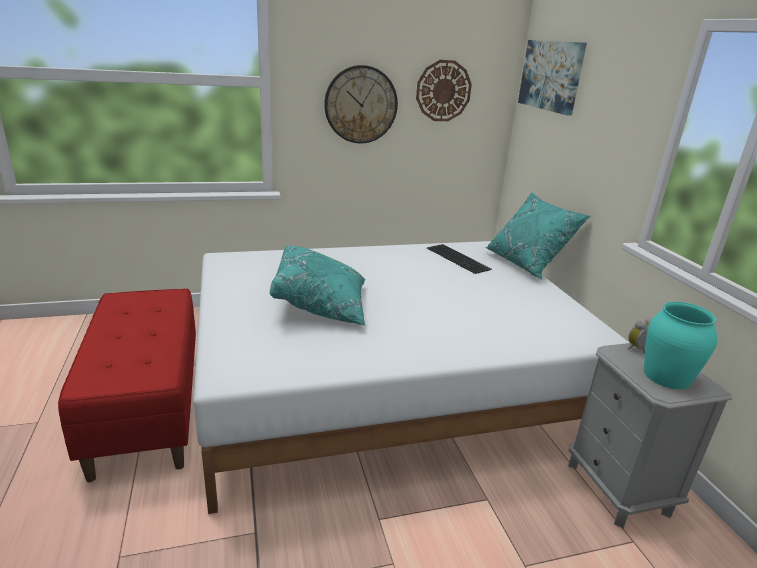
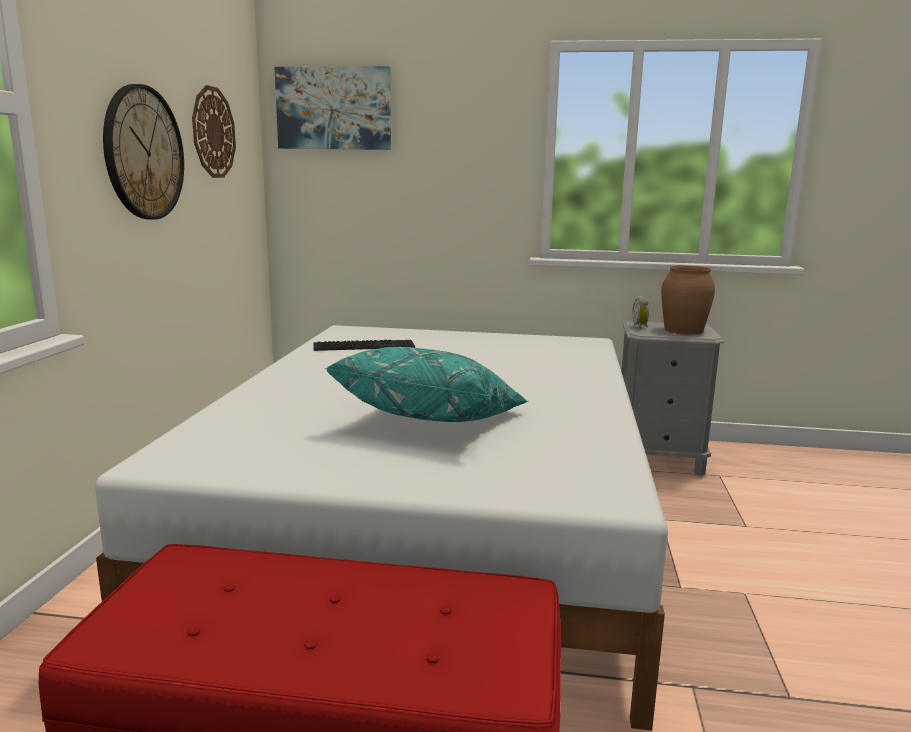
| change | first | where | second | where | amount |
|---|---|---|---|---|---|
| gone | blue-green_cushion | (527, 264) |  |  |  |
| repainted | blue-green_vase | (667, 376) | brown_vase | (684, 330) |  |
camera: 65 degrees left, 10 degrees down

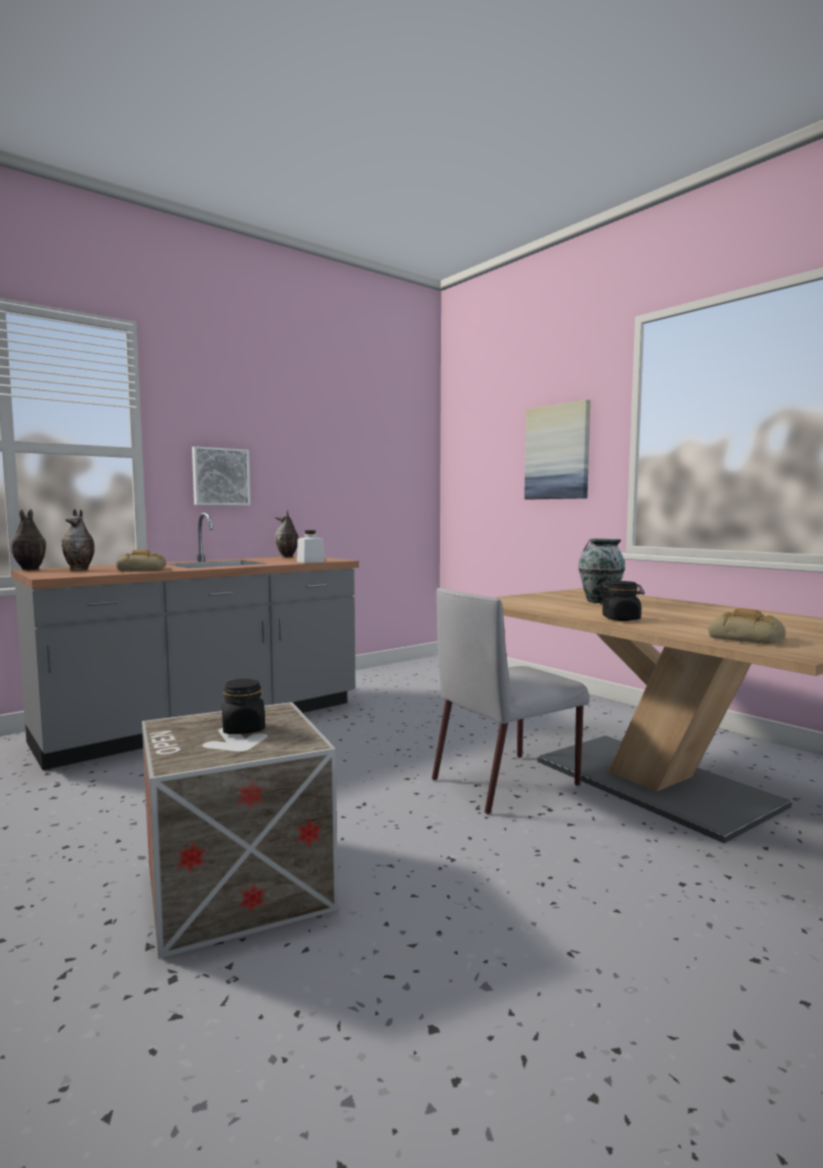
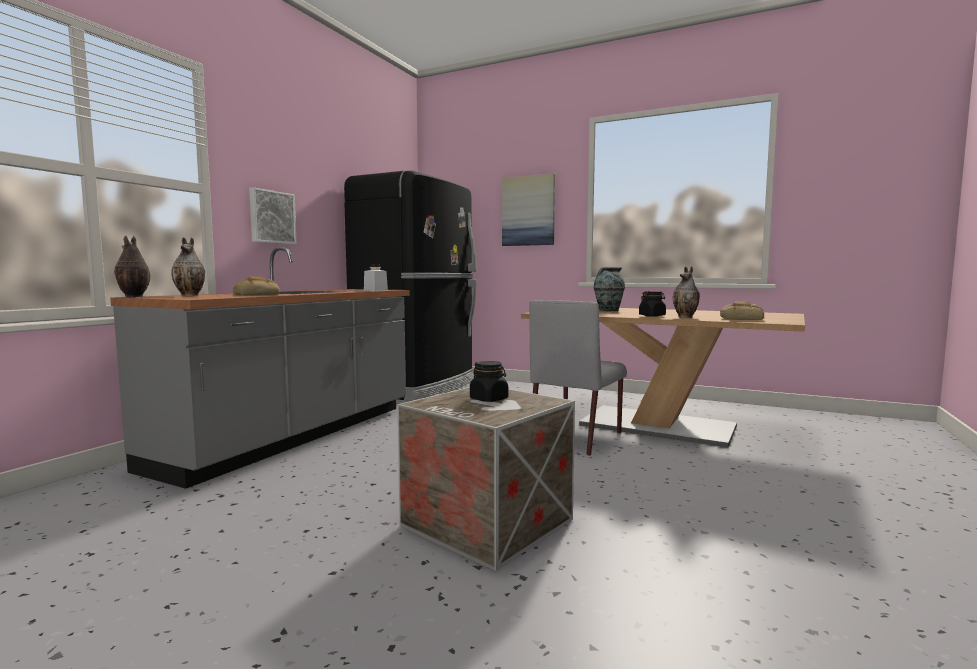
| change | first | where | second | where | amount |
|---|---|---|---|---|---|
| shifted | vase | (287, 557) |  | (686, 317) |  |
| new |  |  | blackish_refrigerator | (418, 387) |  |
camera: 25 degrees left, 0 degrees up

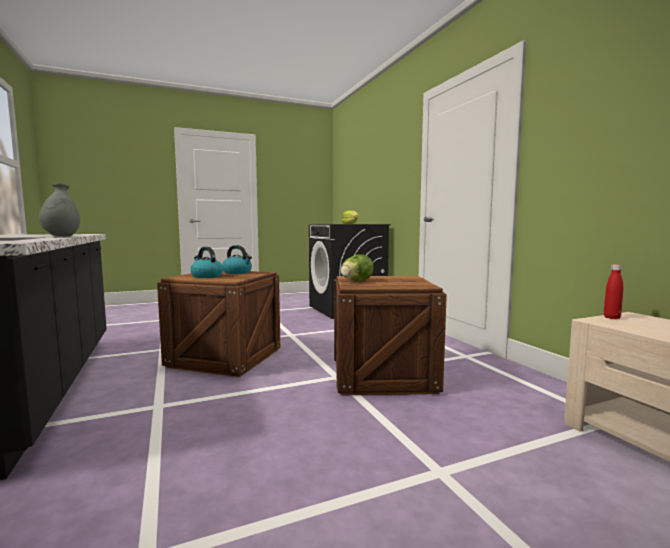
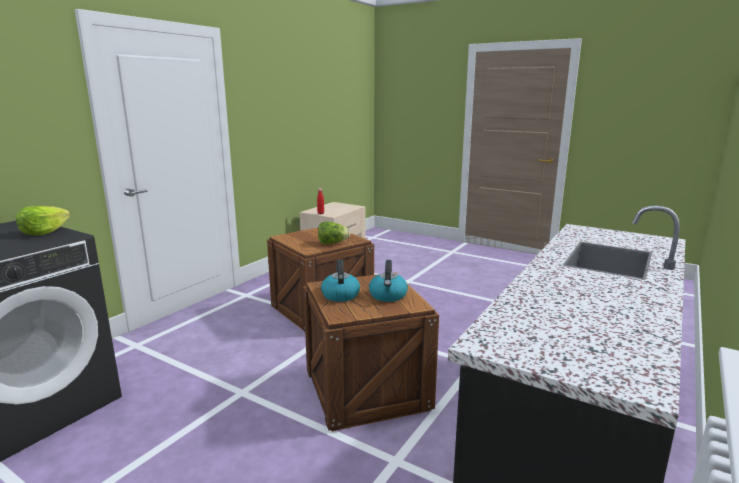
| change | first | where | second | where | amount |
|---|---|---|---|---|---|
| gone | greyish_vase | (61, 236) |  |  |  |
camera: 125 degrees left, 10 degrees up

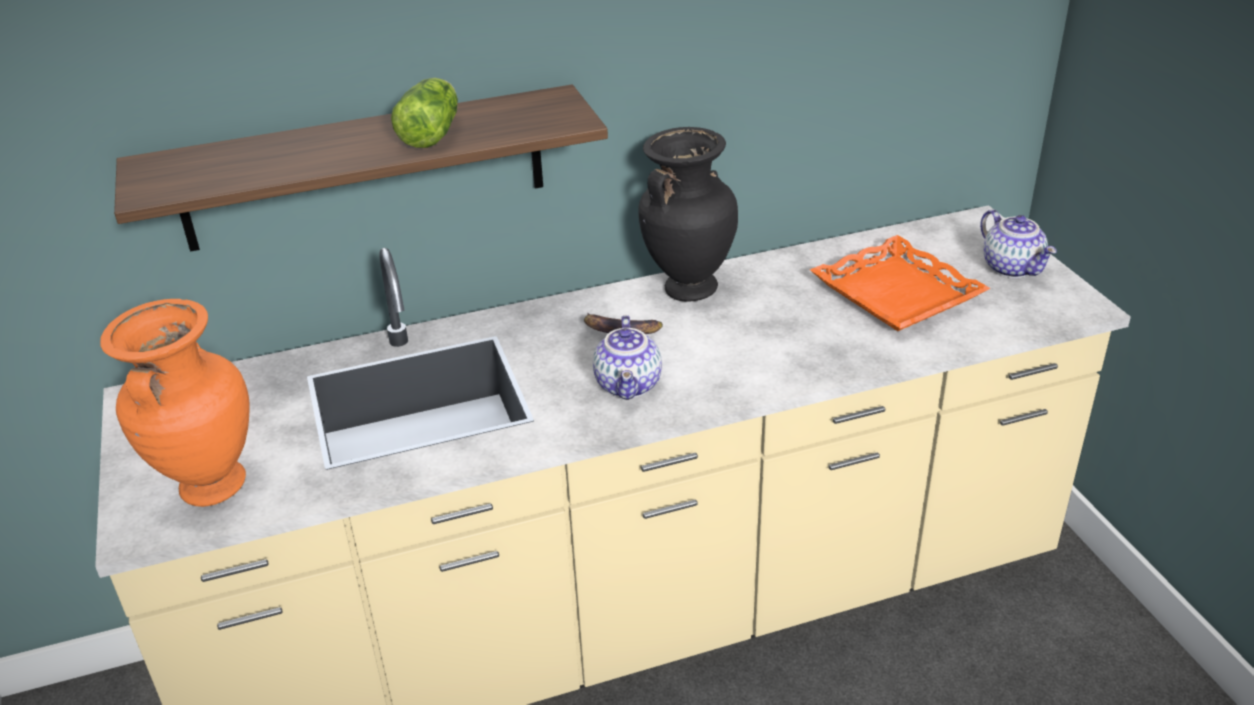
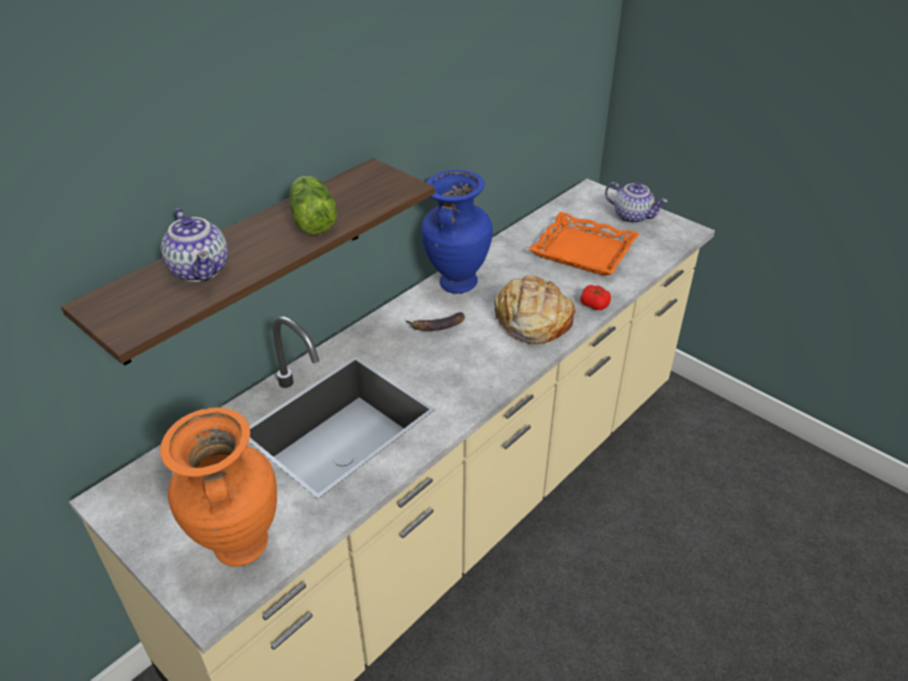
| change | first | where | second | where | amount |
|---|---|---|---|---|---|
| repainted | blackish_vase | (688, 289) | bluish_vase | (456, 283) |  |
| shifted | teapot | (630, 385) |  | (201, 270) |  |
| new |  |  | bread | (531, 320) |  |
| new |  |  | whole_tomato | (594, 304) |  |
camera: 30 degrees left, 5 degrees up

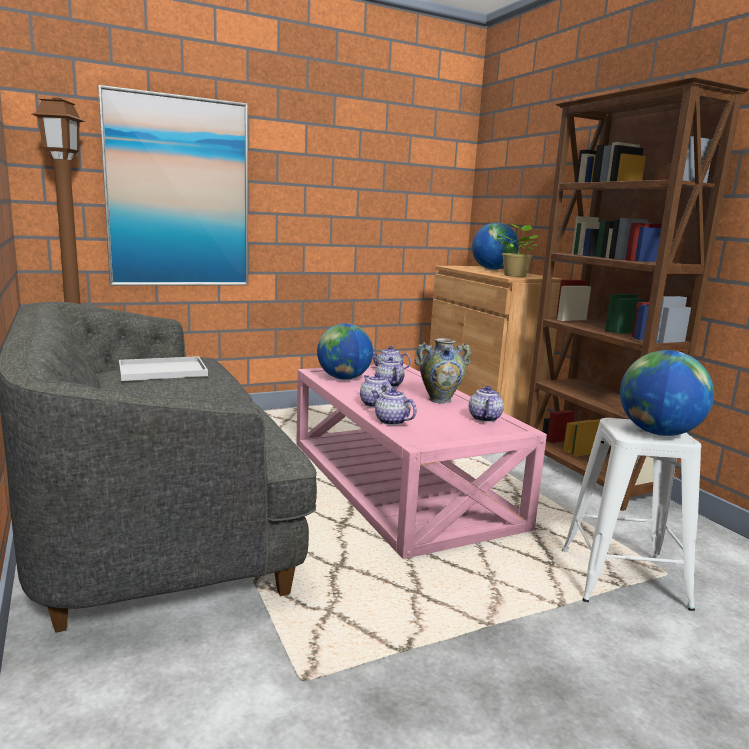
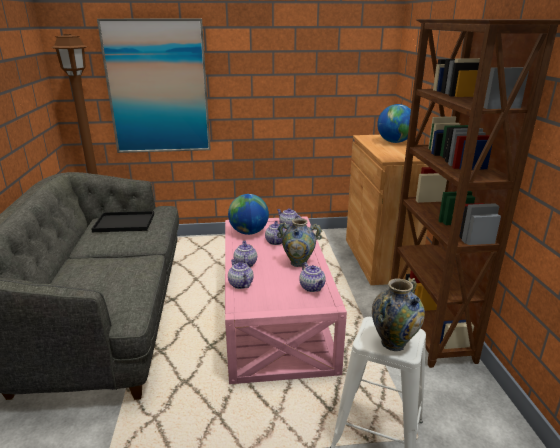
| change | first | where | second | where | amount |
|---|---|---|---|---|---|
| gone | potted_plant | (515, 275) |  |  |  |
| swapped | globe | (658, 433) | vase | (393, 343) |  |
| repainted | white_serving_tray | (161, 371) | blackish_serving_tray | (123, 223) |  |
| rotated | teapot | (484, 418) |  | (312, 287) | 135 degrees clockwise |
camera: 20 degrees right, 10 degrees up

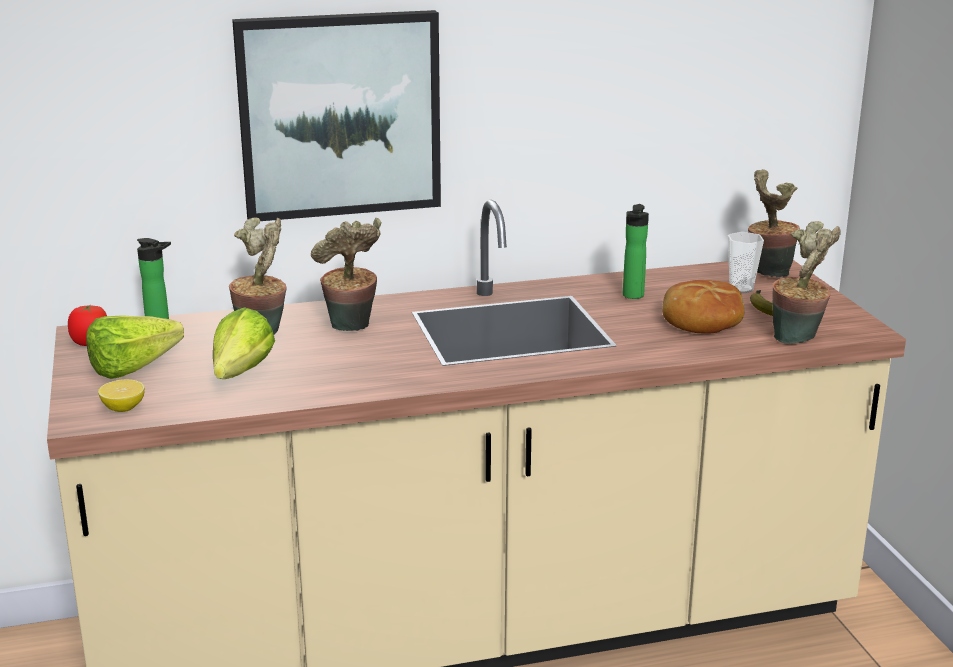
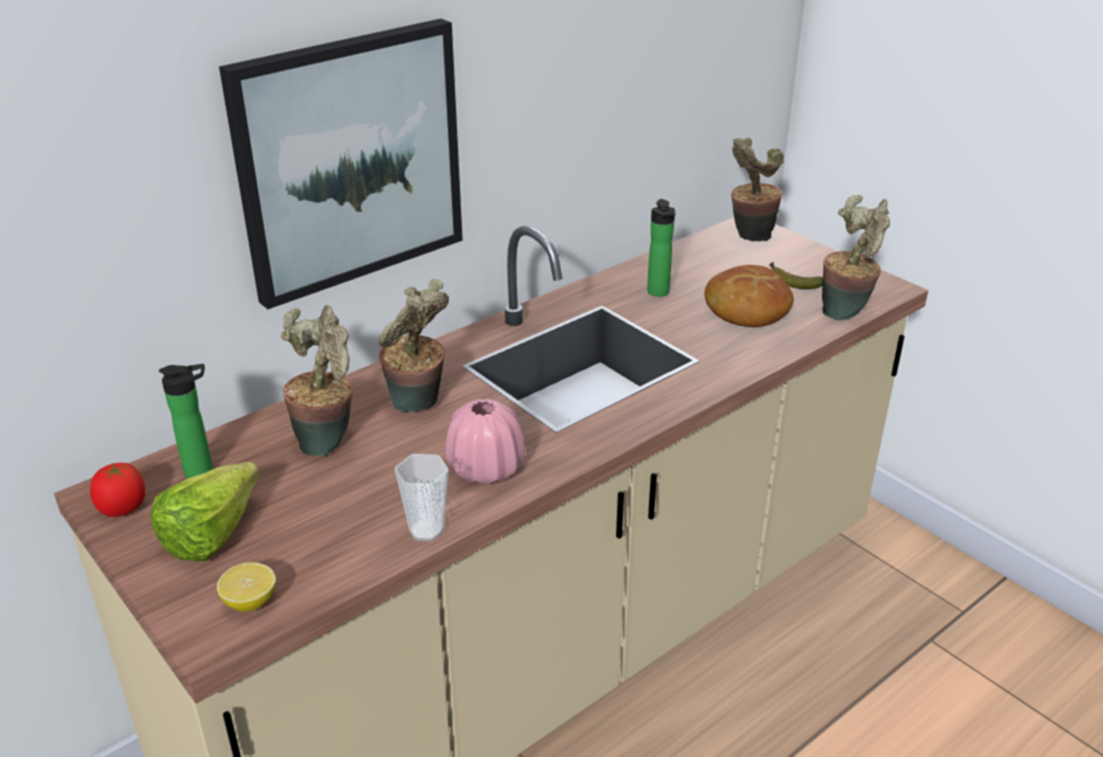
| change | first | where | second | where | amount |
|---|---|---|---|---|---|
| shifted | cup | (741, 289) |  | (426, 530) |  |
| gone | head_of_lettuce | (236, 378) |  |  |  |
| new |  |  | pink-coloured_vase | (485, 469) |  |
camera: 25 degrees left, 10 degrees up

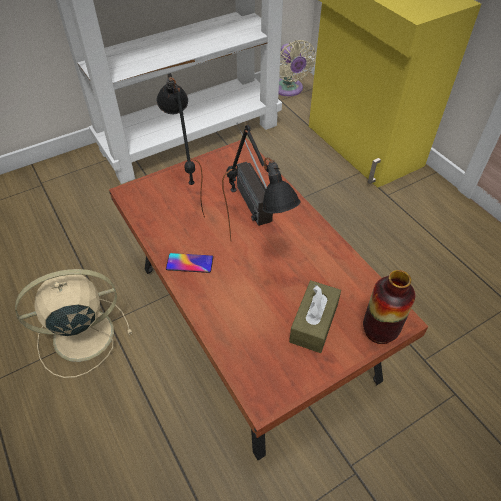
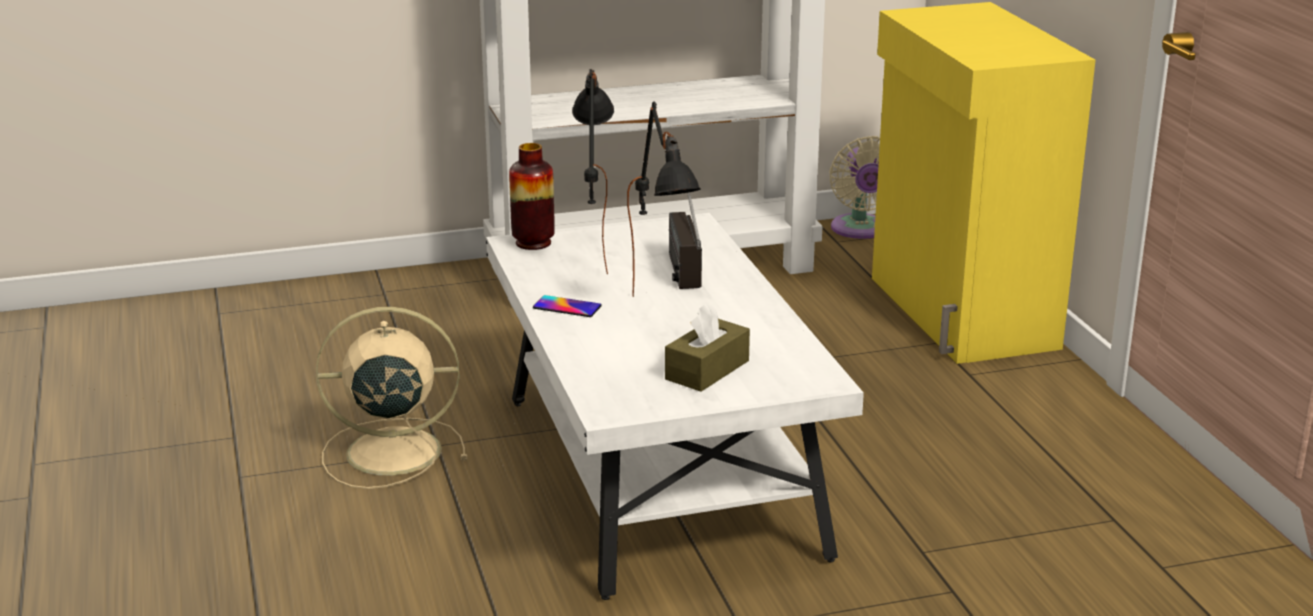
| change | first | where | second | where | amount |
|---|---|---|---|---|---|
| repainted | brown_lounge_table | (252, 322) | white_lounge_table | (659, 476) |  |
| shifted | vase | (379, 330) |  | (533, 243) |  |
camera: 15 degrees right, 25 degrees down

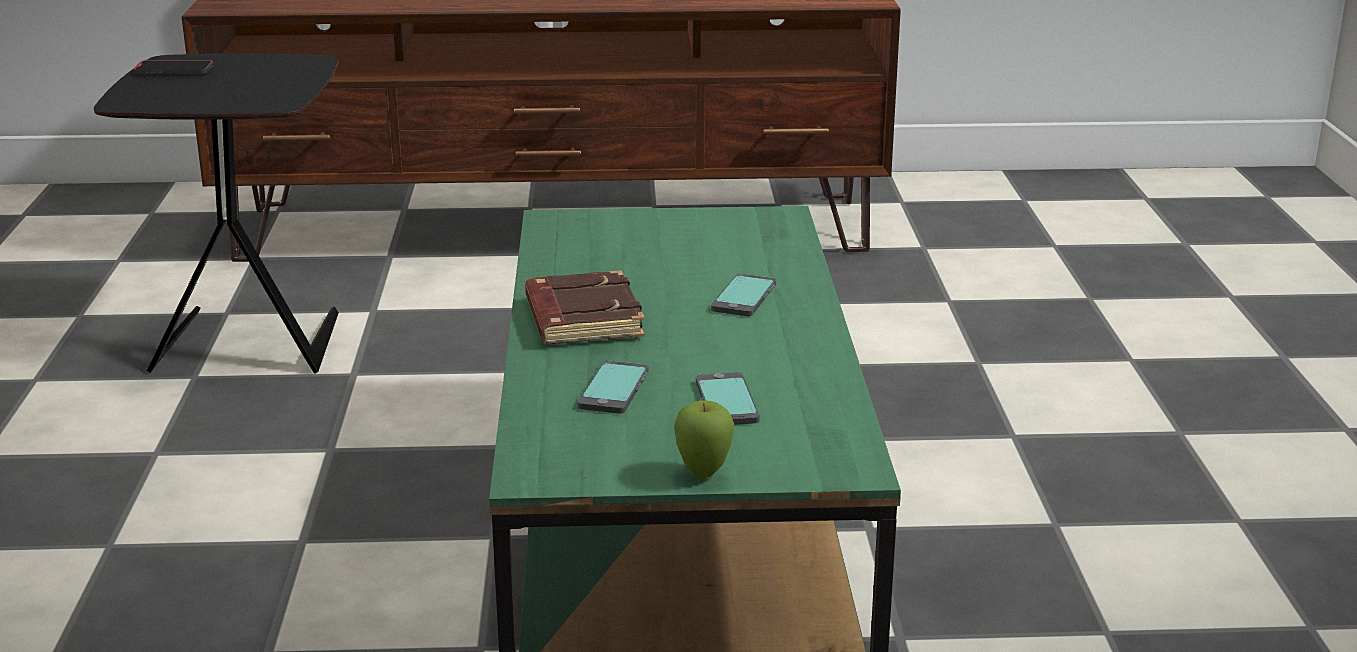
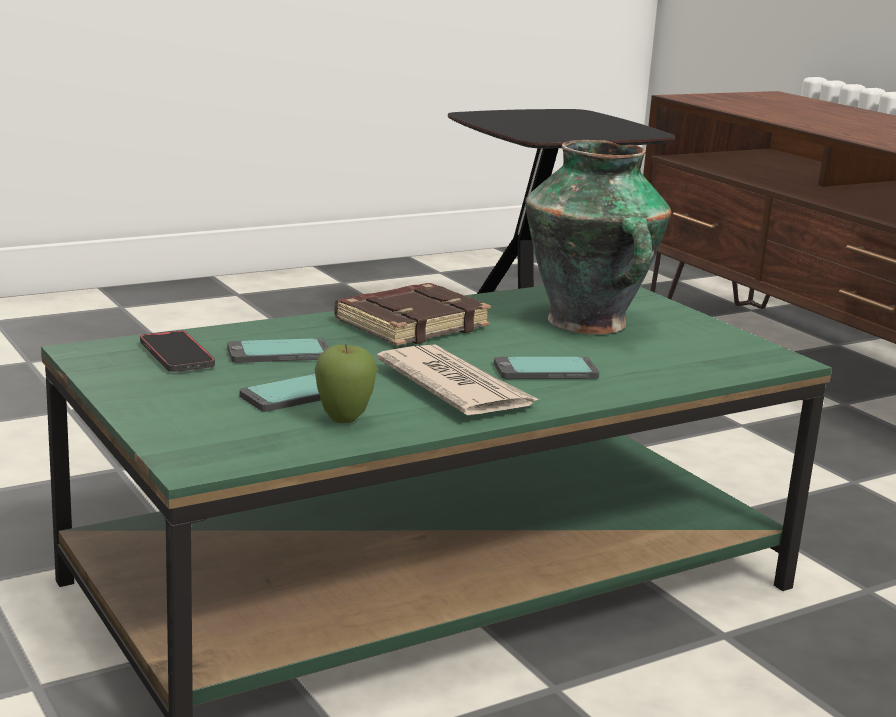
| change | first | where | second | where | amount |
|---|---|---|---|---|---|
| shifted | handset | (174, 71) |  | (176, 356) |  |
| shifted | apple_fruit | (703, 474) |  | (344, 421) |  |
| new |  |  | vase | (588, 324) |  |
| new |  |  | daily_paper | (455, 387) |  |
camera: 60 degrees right, 5 degrees down

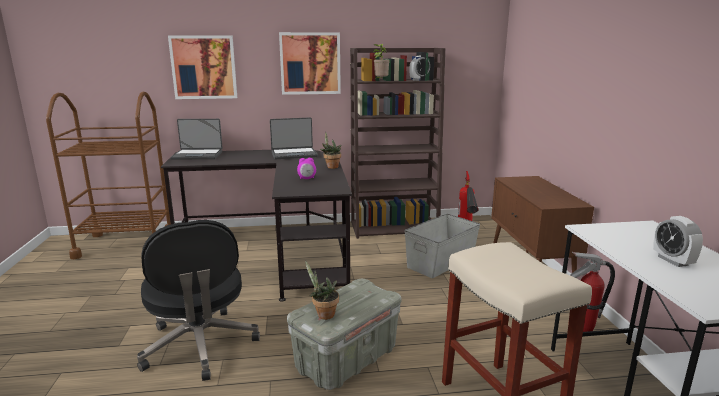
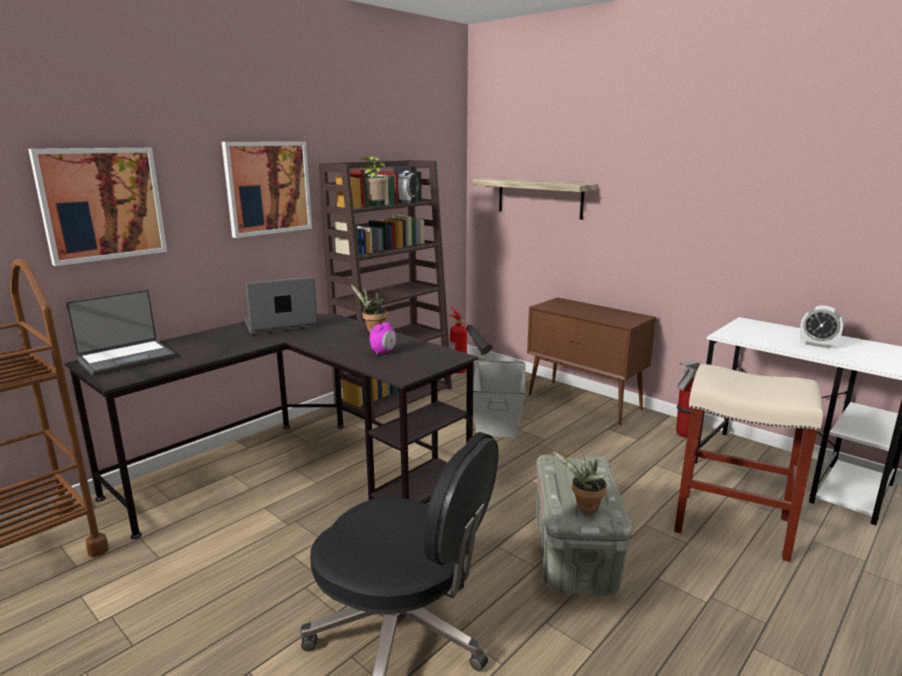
| change | first | where | second | where | amount |
|---|---|---|---|---|---|
| rotated | portable_computer | (294, 154) |  | (281, 325) | 150 degrees counterclockwise |
| new |  |  | shelf | (539, 198) |  |
camera: 40 degrees left, 0 degrees up

